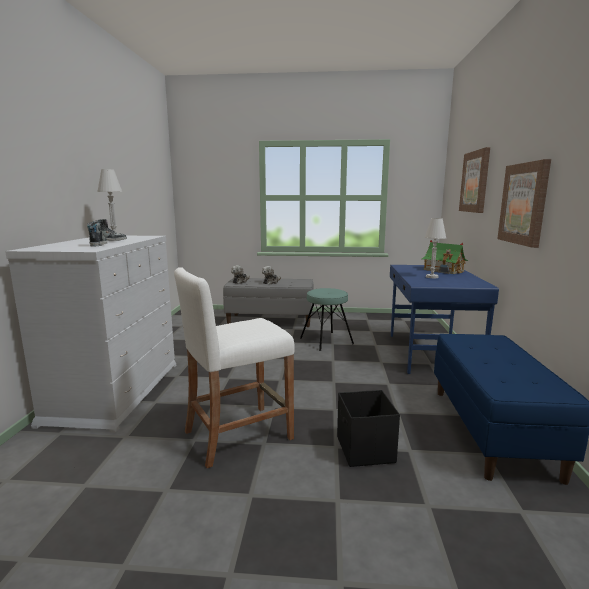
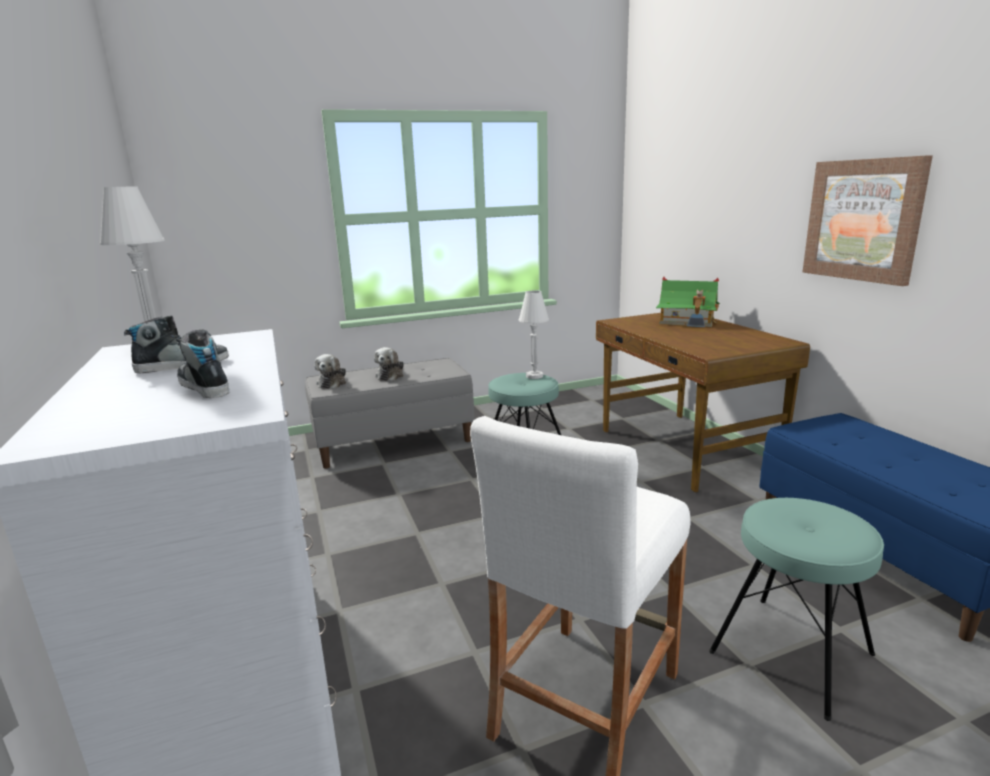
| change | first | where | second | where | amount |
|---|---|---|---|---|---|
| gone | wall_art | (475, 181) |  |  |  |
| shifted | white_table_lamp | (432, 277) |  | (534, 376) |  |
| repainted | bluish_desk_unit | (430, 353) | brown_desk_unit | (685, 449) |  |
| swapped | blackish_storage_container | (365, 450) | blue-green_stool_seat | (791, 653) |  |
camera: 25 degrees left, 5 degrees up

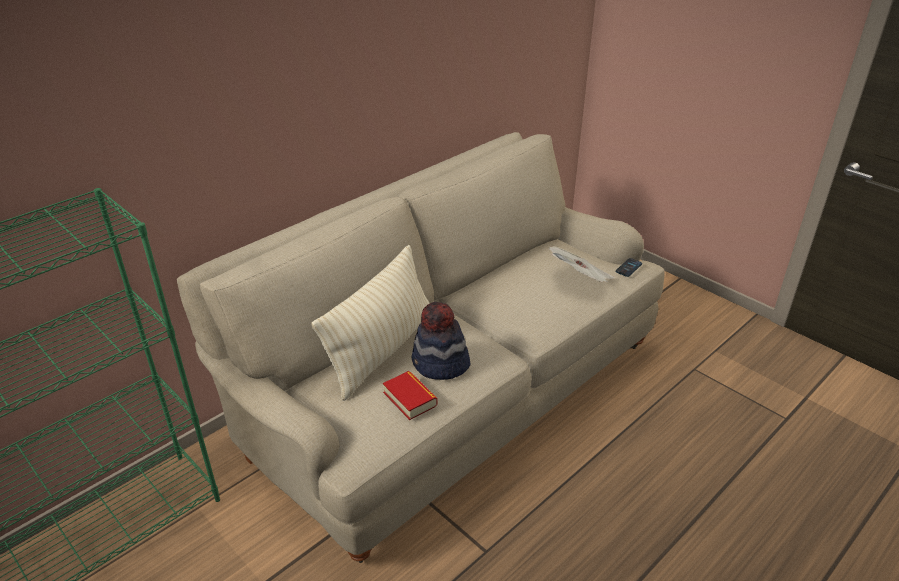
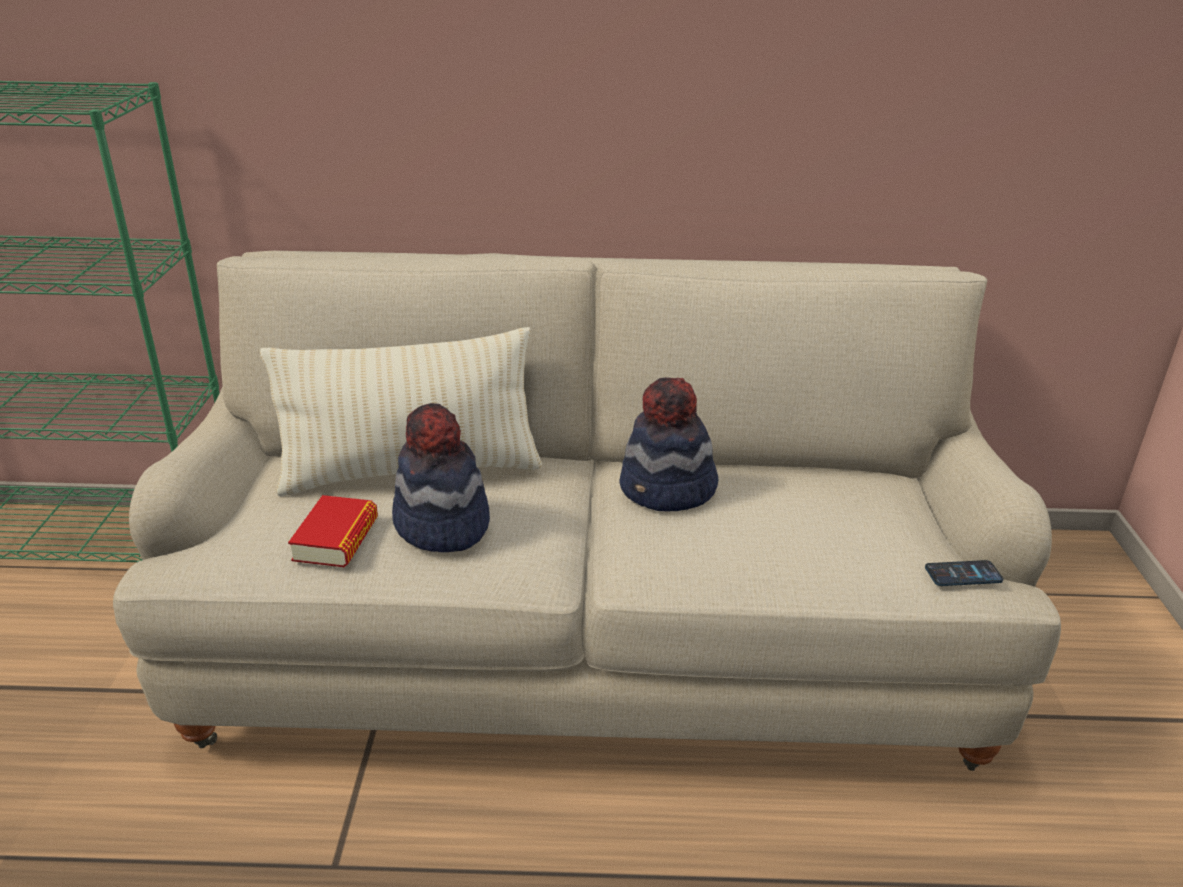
| change | first | where | second | where | amount |
|---|---|---|---|---|---|
| gone | daily_paper | (580, 280) |  |  |  |
| new |  |  | hat | (667, 490) |  |
camera: 45 degrees right, 5 degrees down

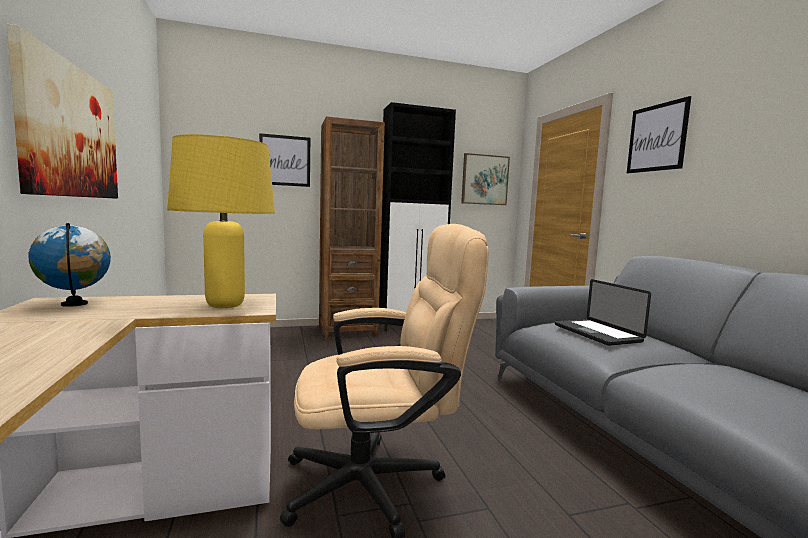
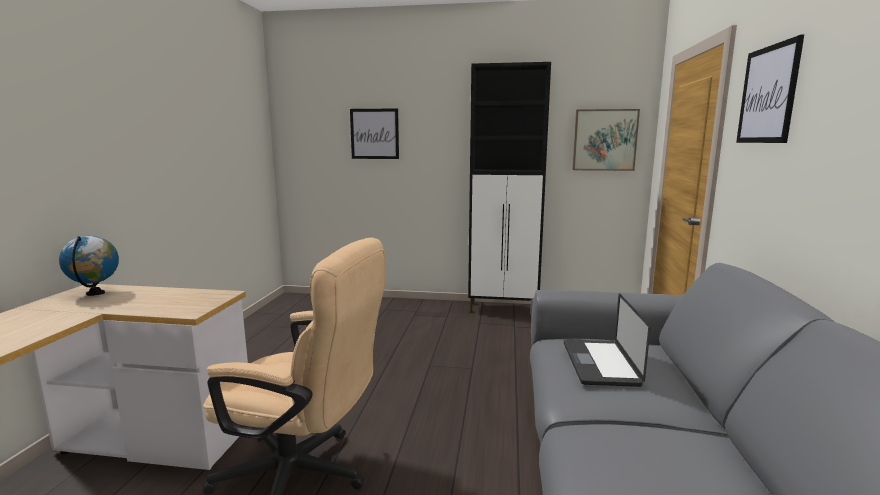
| change | first | where | second | where | amount |
|---|---|---|---|---|---|
| gone | wall_art | (70, 131) |  |  |  |
| gone | brown_bookshelf | (347, 330) |  |  |  |
| gone | yellow-coloured_table_lamp | (225, 305) |  |  |  |
camera: 25 degrees right, 5 degrees up

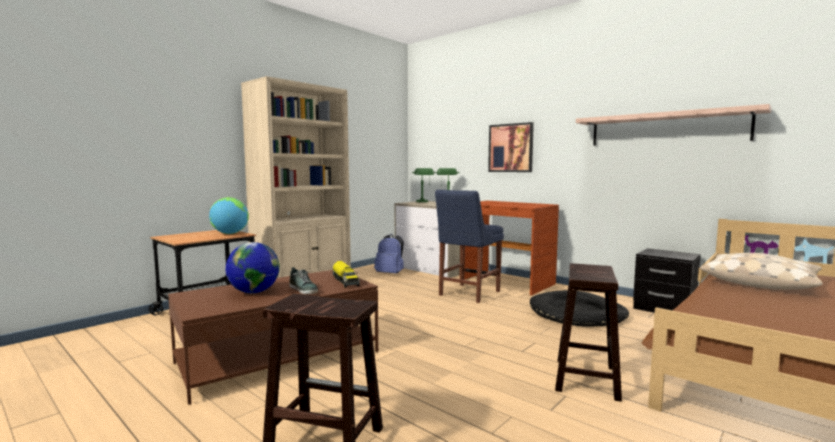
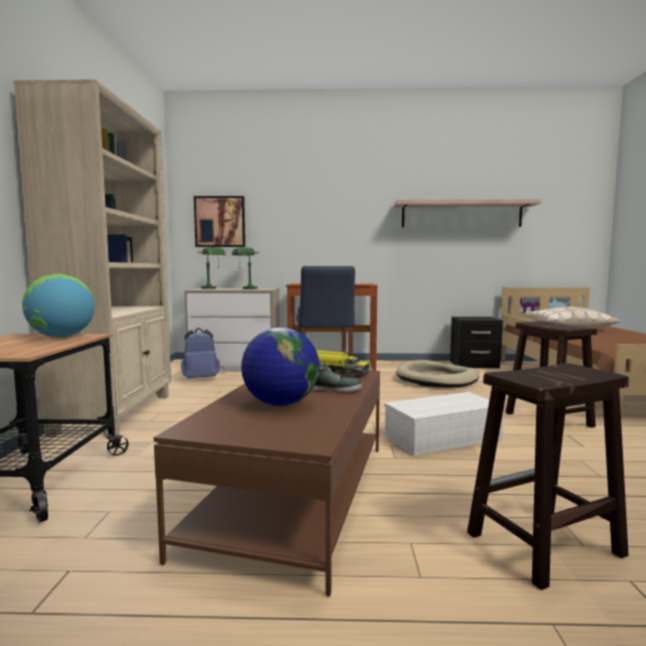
| change | first | where | second | where | amount |
|---|---|---|---|---|---|
| shifted | wall_art | (511, 148) |  | (220, 221) |  |
| repainted | blackish_pet_bed | (577, 313) | sand-coloured_pet_bed | (437, 379) |  |
| new |  |  | white_storage_container | (442, 438) |  |
camera: 40 degrees left, 0 degrees up

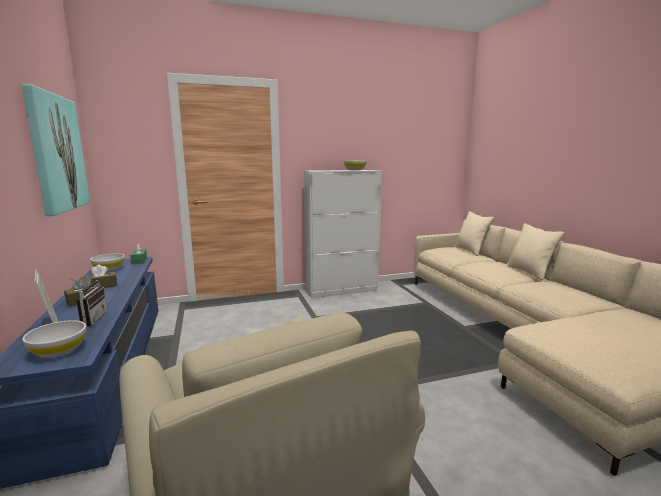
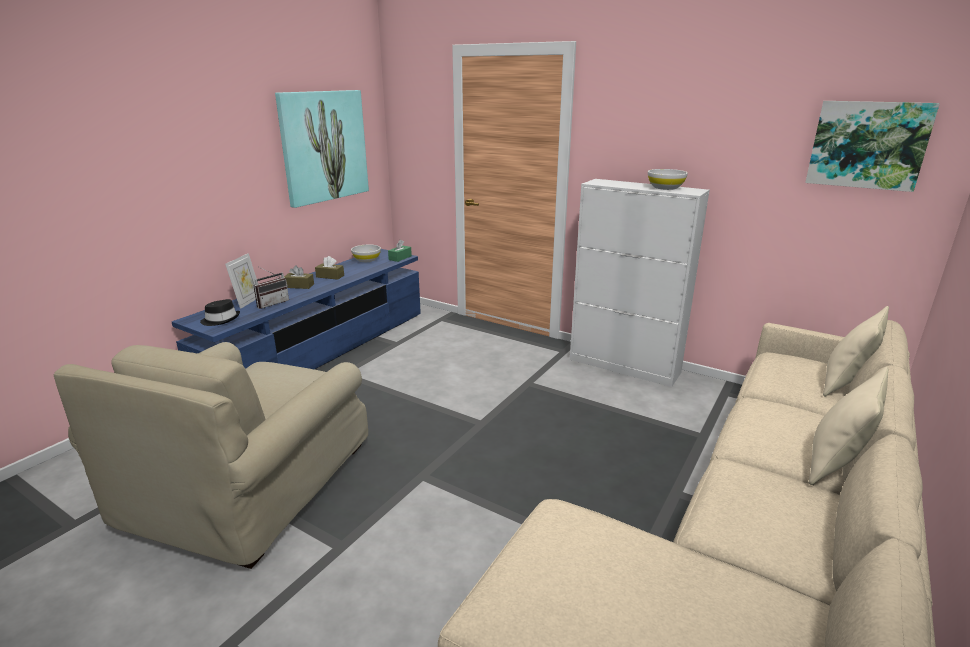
| change | first | where | second | where | amount |
|---|---|---|---|---|---|
| swapped | white_serving_bowl | (58, 351) | blackish_hat | (221, 319) |  |
| new |  |  | wall_art | (868, 145) |  |
camera: 50 degrees right, 10 degrees up

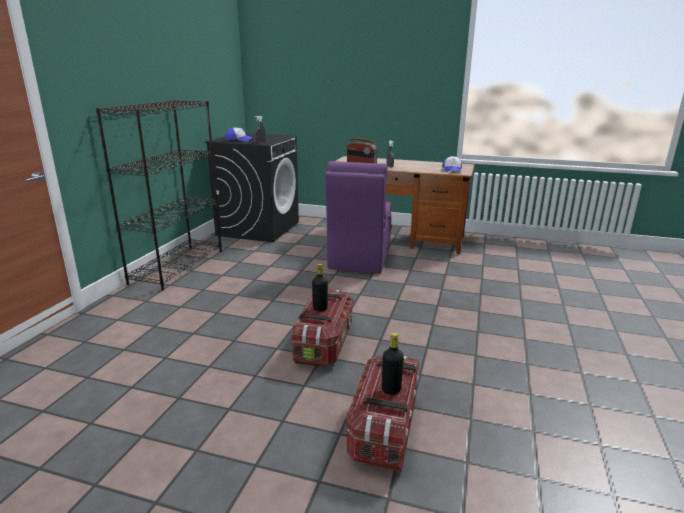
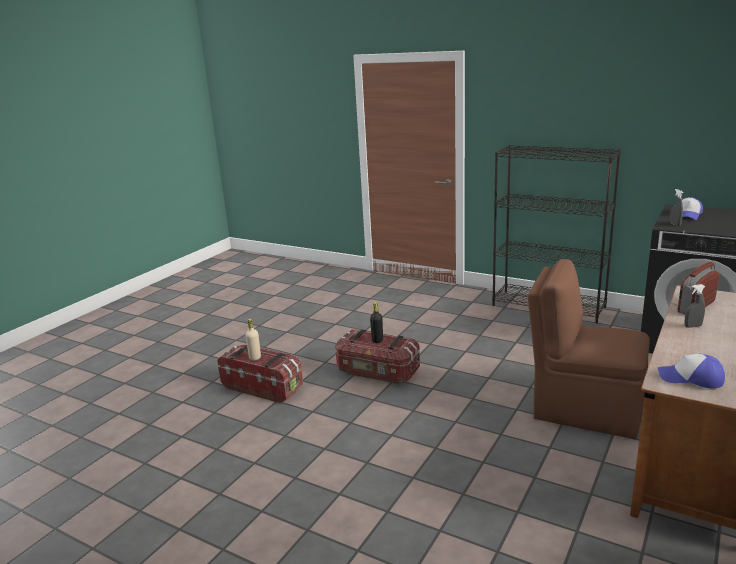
| change | first | where | second | where | amount |
|---|---|---|---|---|---|
| repainted | purple_chair | (358, 259) | brown_chair | (584, 408) |  |
| repainted | blackish_beverage_bottle | (391, 389) | sand-coloured_beverage_bottle | (255, 357) |  |
camera: 105 degrees right, 0 degrees up

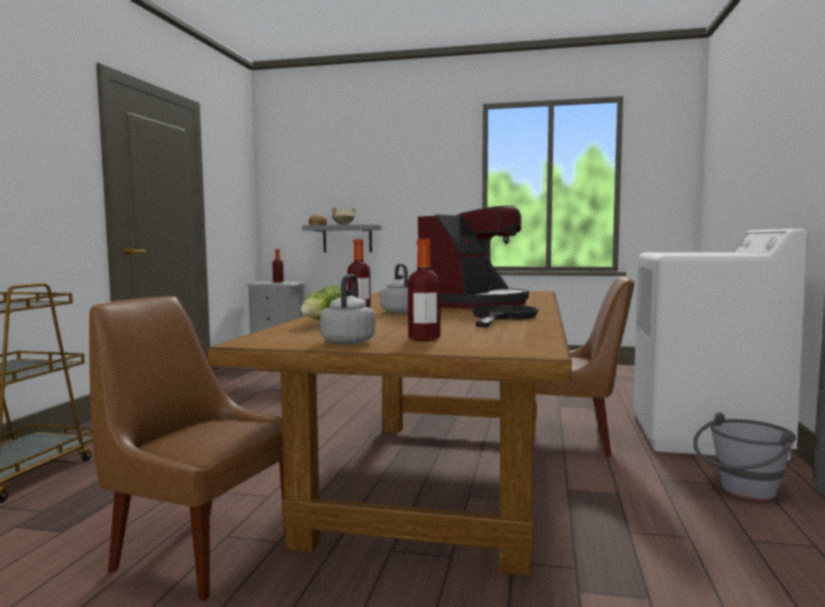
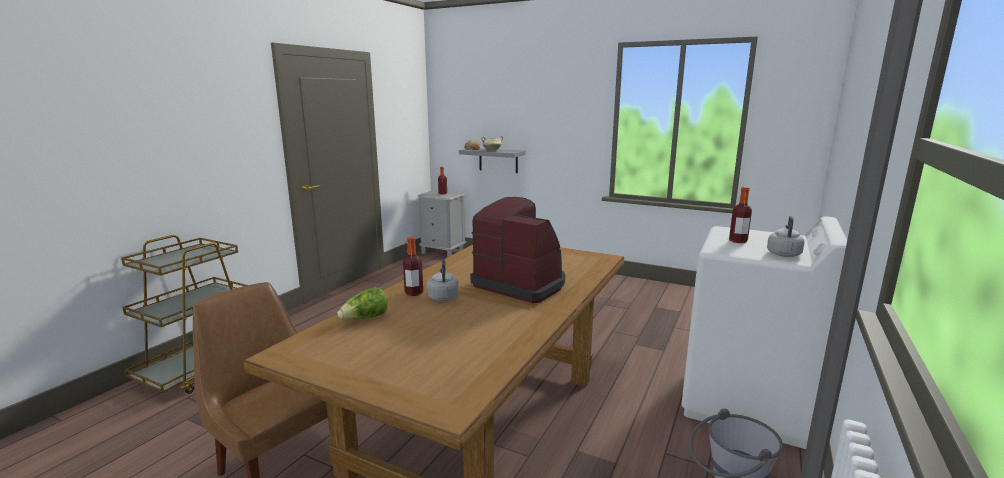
| change | first | where | second | where | amount |
|---|---|---|---|---|---|
| rotated | coffee_brewer | (474, 304) |  | (520, 284) | 105 degrees counterclockwise |
| shifted | beverage_bottle | (424, 339) |  | (738, 241) |  |
| shifted | greyish_tea_kettle | (349, 341) |  | (783, 254) |  |
| gone | brown_chair | (572, 440) |  |  |  |
| gone | blackish_skillet | (501, 317) |  |  |  |
camera: 15 degrees right, 10 degrees up

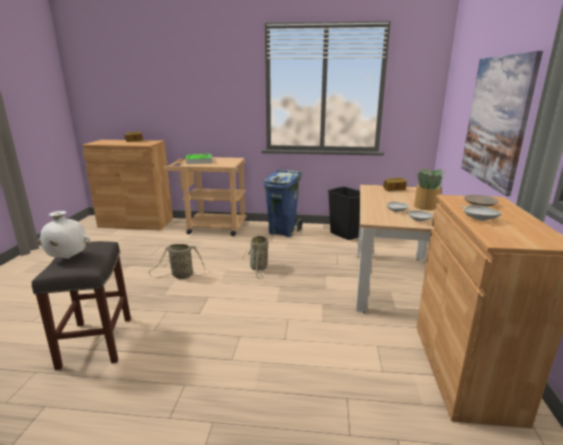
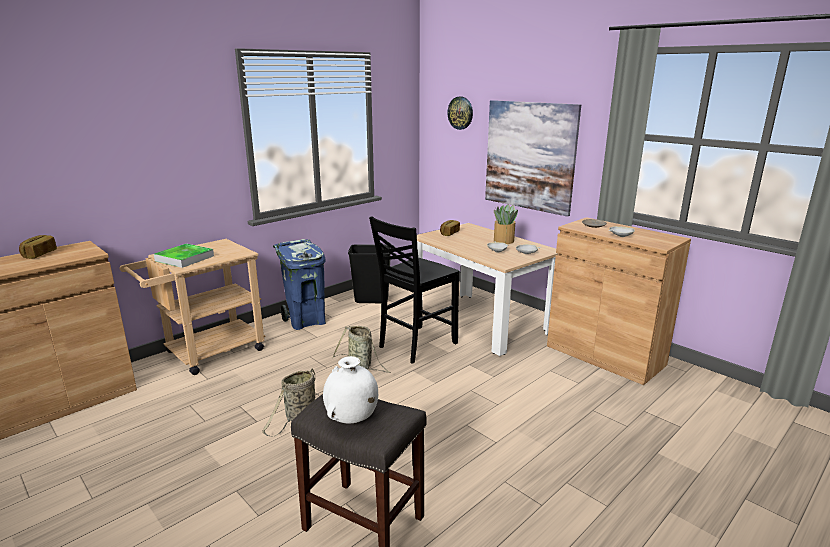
| change | first | where | second | where | amount |
|---|---|---|---|---|---|
| new |  |  | clock_on_the_wall | (460, 113) |  |
| new |  |  | blackish_chair | (415, 345) |  |
camera: 50 degrees left, 0 degrees up

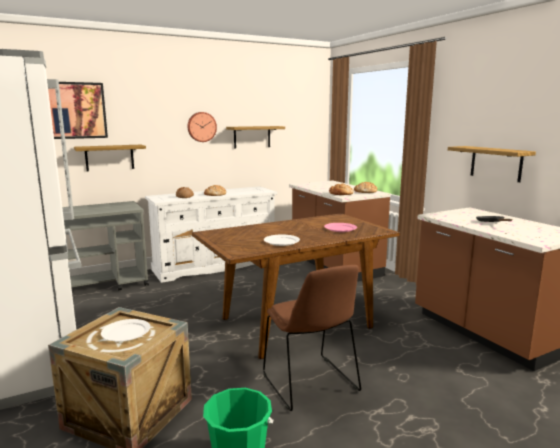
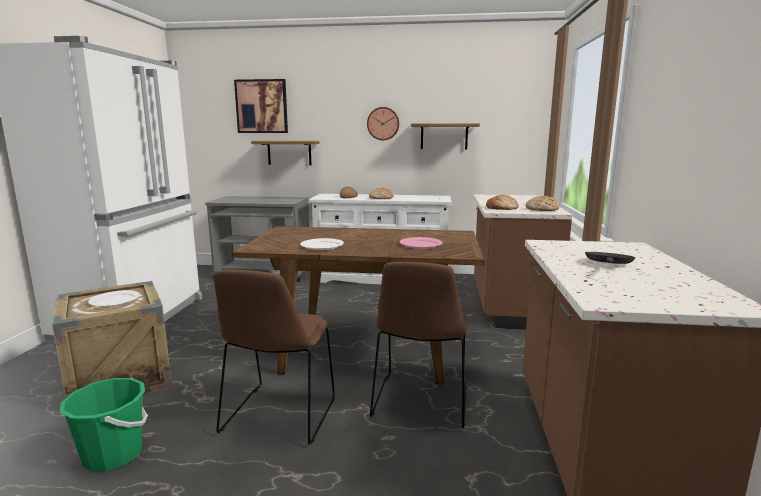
| change | first | where | second | where | amount |
|---|---|---|---|---|---|
| gone | shelf | (496, 163) |  |  |  |
| new |  |  | brown_chair | (420, 403) |  |
camera: 35 degrees right, 0 degrees up

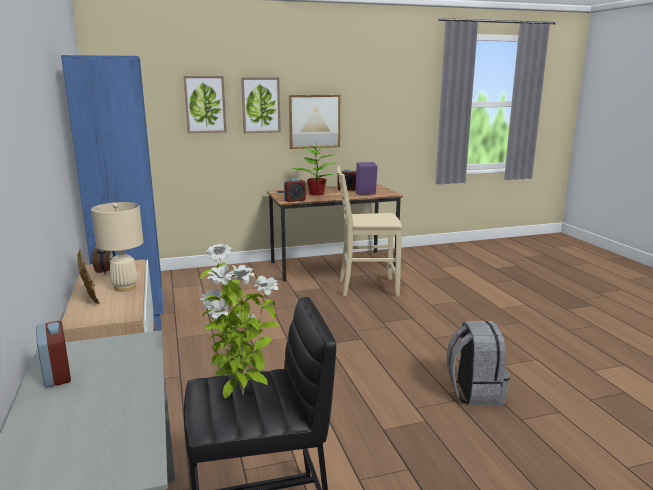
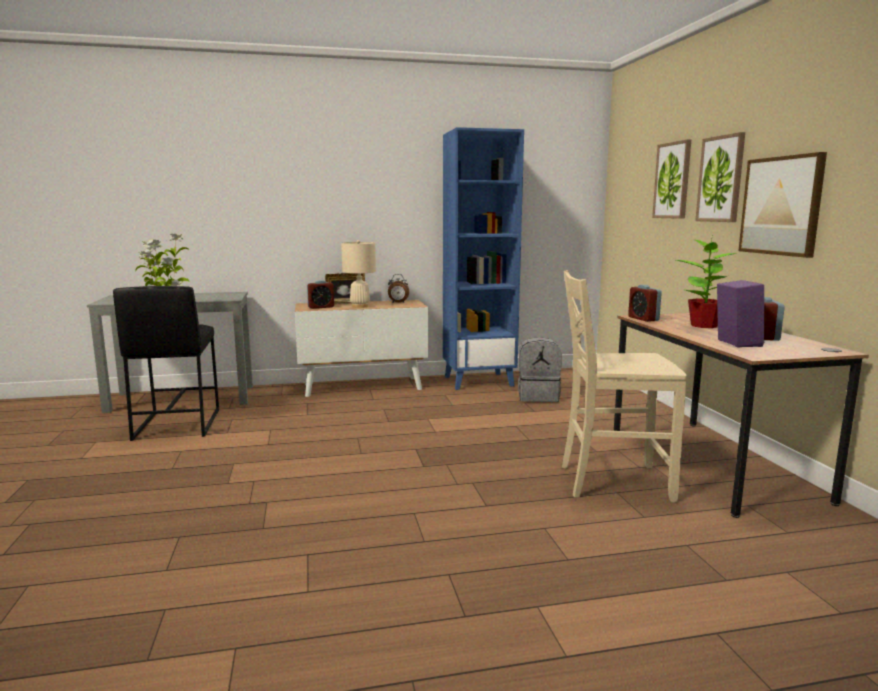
| change | first | where | second | where | amount |
|---|---|---|---|---|---|
| rotated | sand-coloured_chair | (366, 287) |  | (612, 481) | 90 degrees counterclockwise |
| shifted | alarm_clock | (57, 374) |  | (321, 307) |  |
| shifted | greyish_knapsack | (474, 392) |  | (538, 396) |  |
camera: 95 degrees right, 5 degrees down

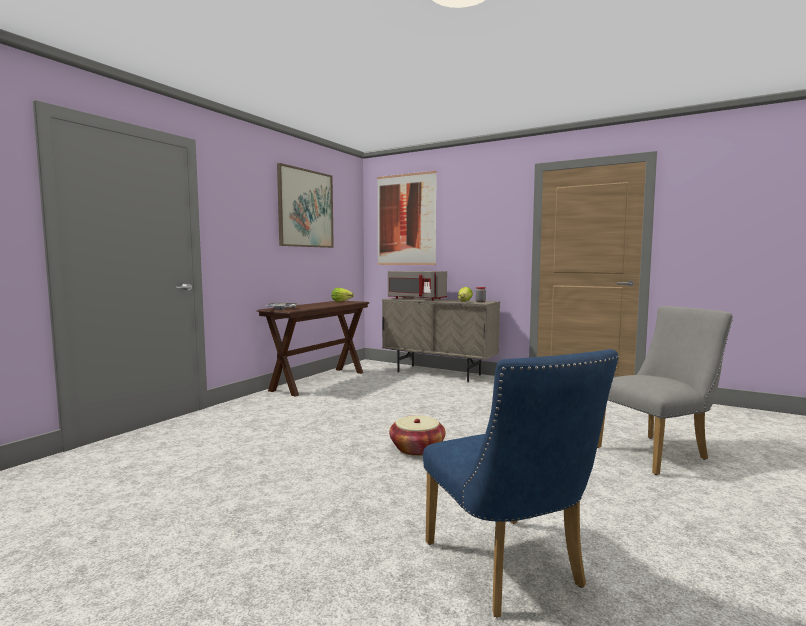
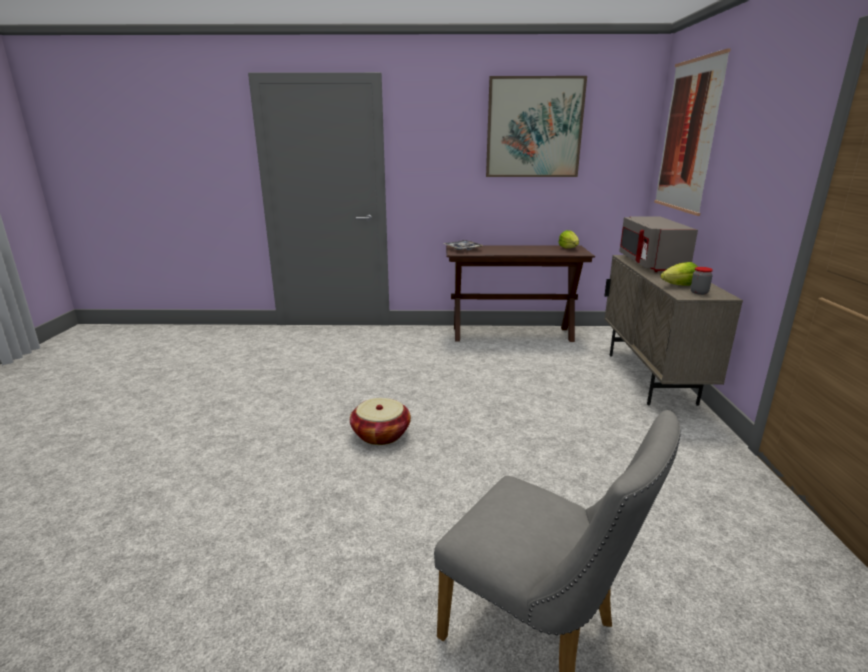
| change | first | where | second | where | amount |
|---|---|---|---|---|---|
| gone | bluish_chair | (509, 571) |  |  |  |
camera: 60 degrees right, 15 degrees up

